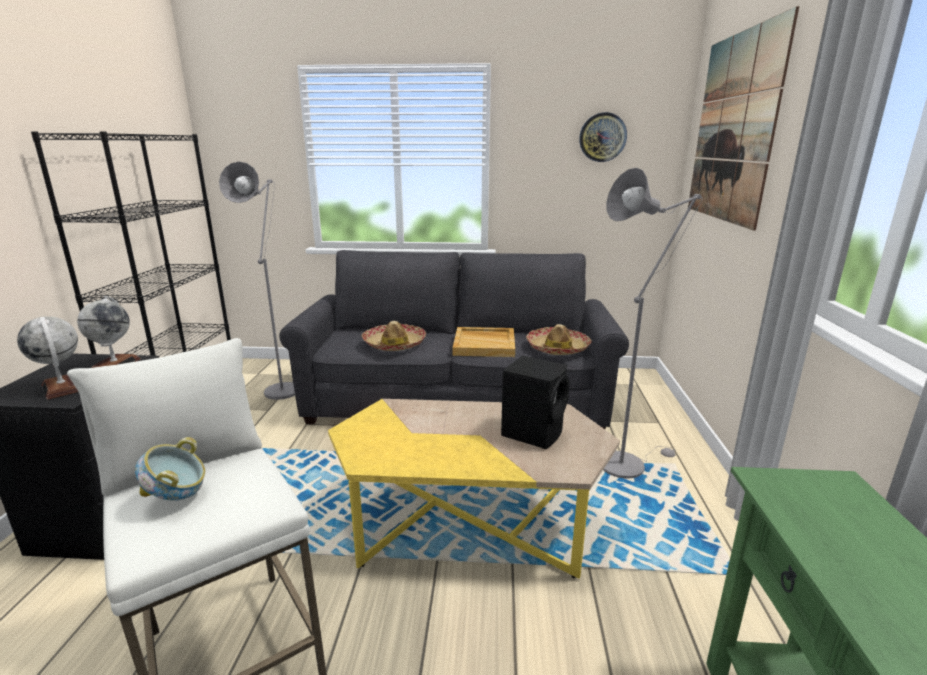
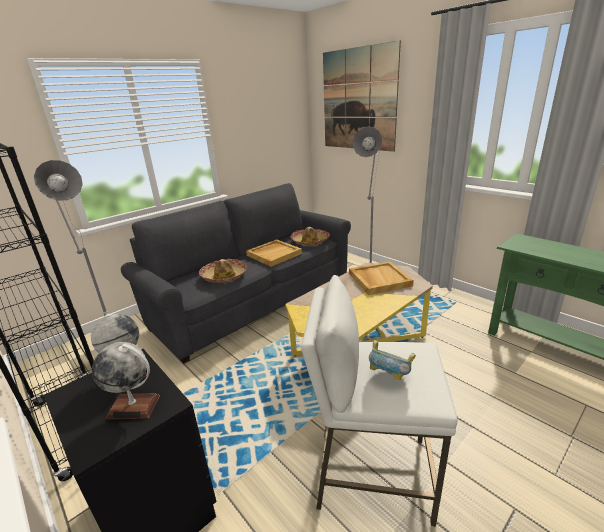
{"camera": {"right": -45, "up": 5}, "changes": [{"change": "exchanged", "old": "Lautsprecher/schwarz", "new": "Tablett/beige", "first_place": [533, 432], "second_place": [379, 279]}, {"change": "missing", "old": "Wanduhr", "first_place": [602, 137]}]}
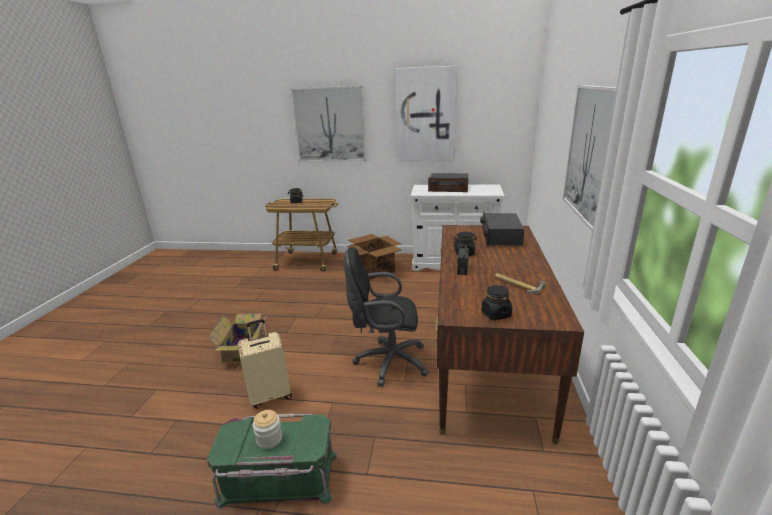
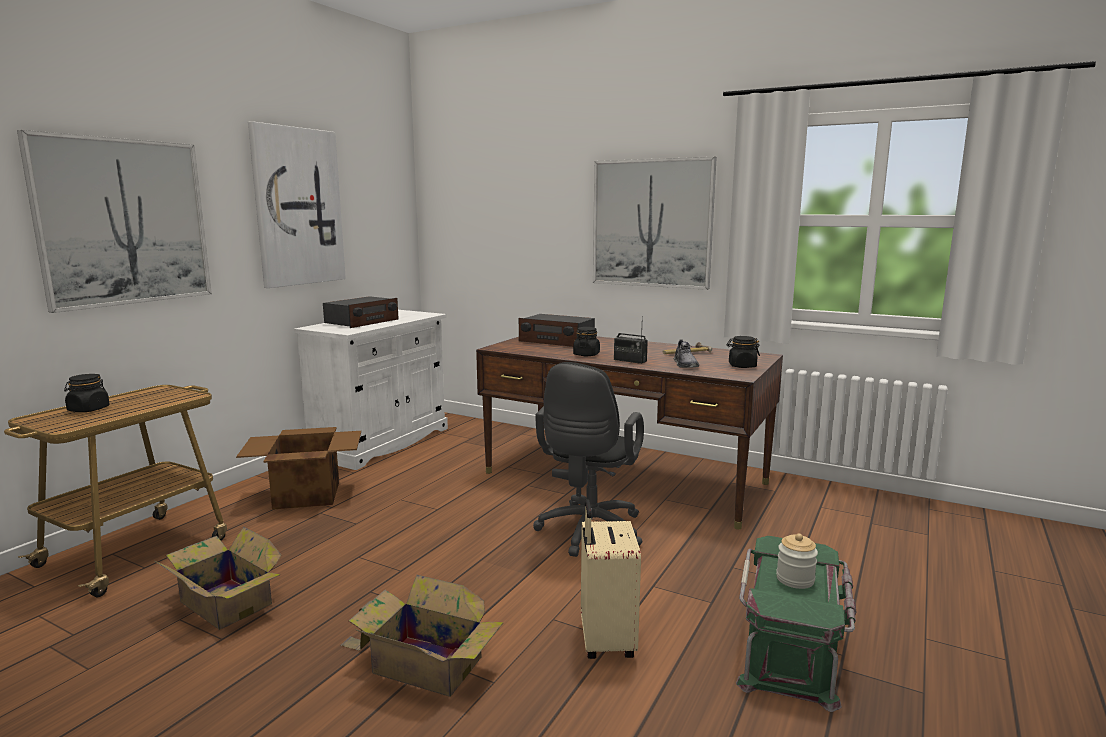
{"camera": {"right": -70, "up": -10}, "changes": [{"change": "appeared", "new": "Karton", "second_place": [225, 601]}, {"change": "appeared", "new": "Schuh/grau", "second_place": [685, 364]}]}
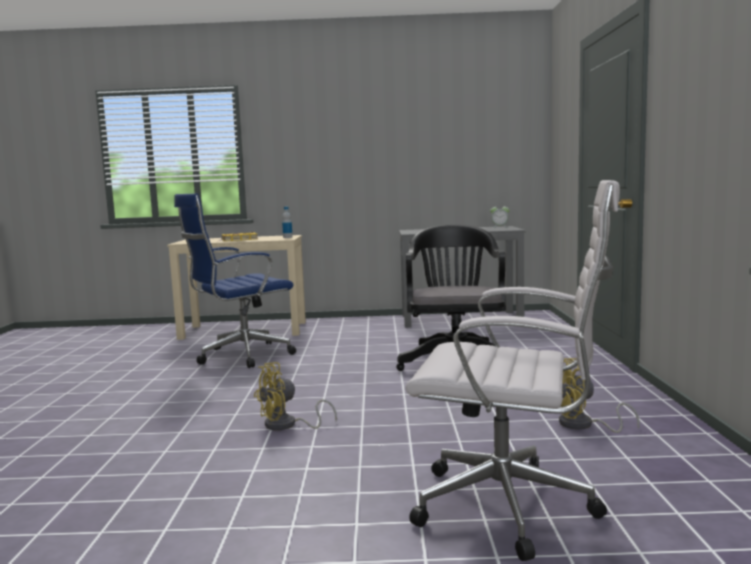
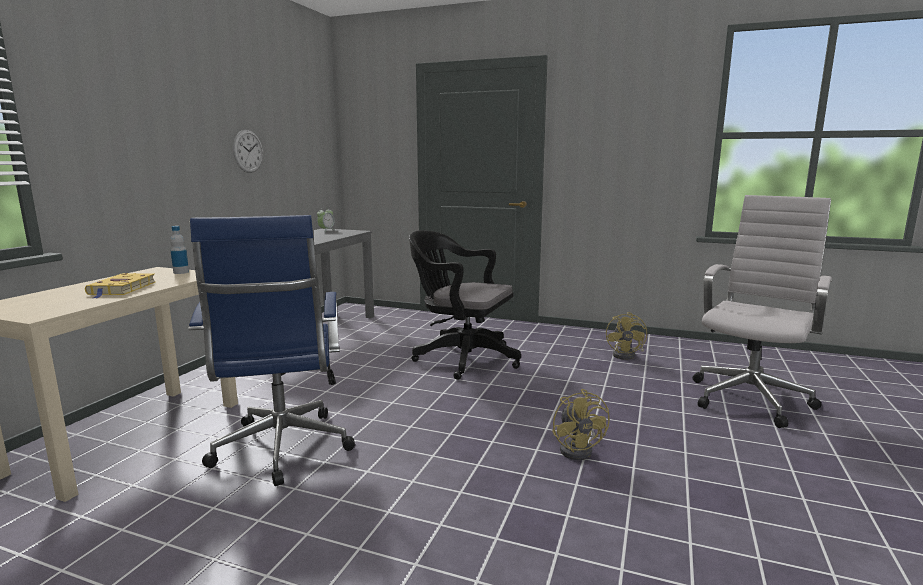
{"camera": {"right": -70, "up": 5}, "changes": [{"change": "appeared", "new": "Wanduhr", "second_place": [248, 151]}]}
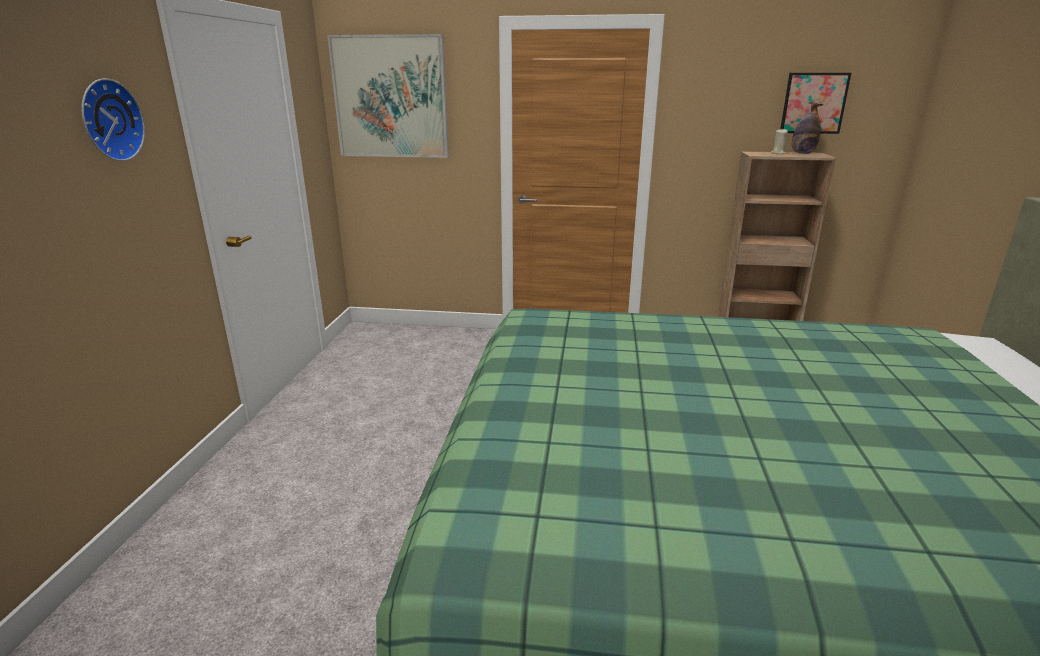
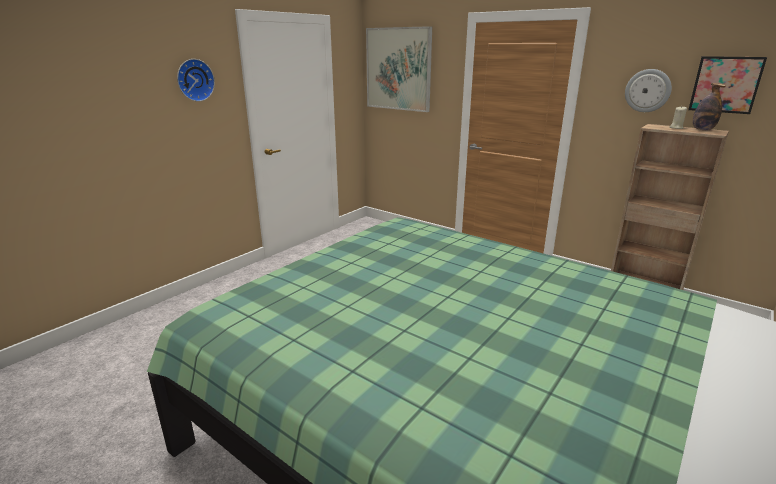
{"camera": {"right": 30, "up": 0}, "changes": [{"change": "appeared", "new": "Wanduhr", "second_place": [647, 90]}]}
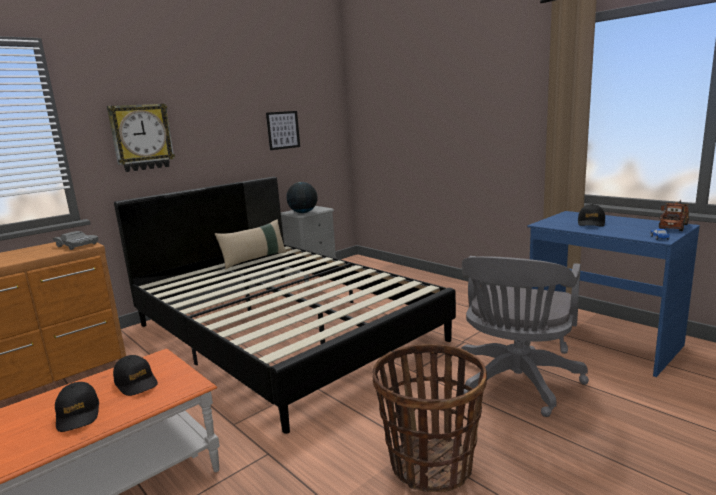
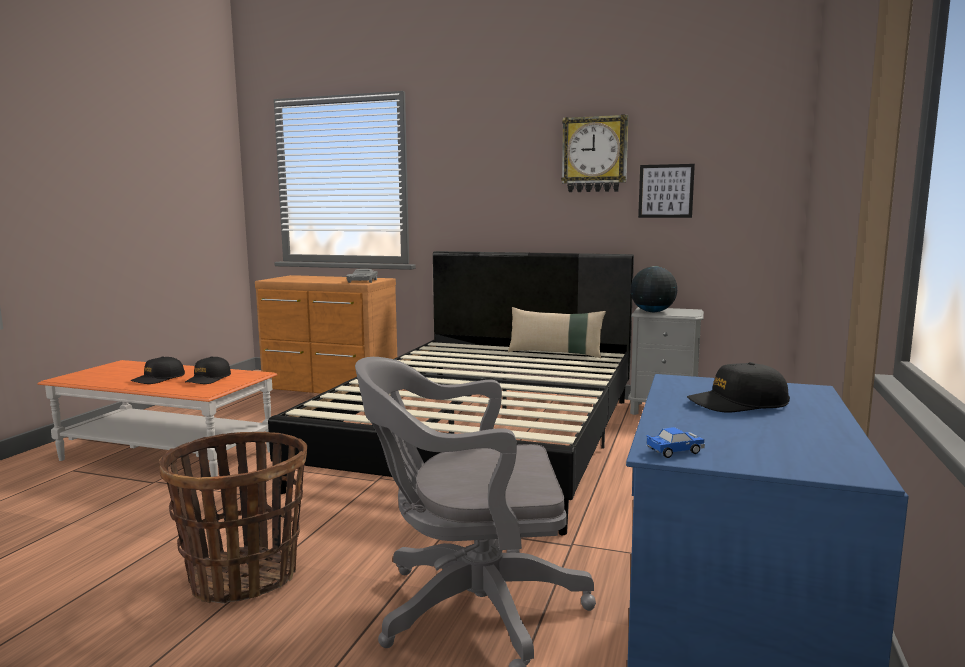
{"camera": {"right": 60, "up": -5}, "changes": [{"change": "relocated", "old": "Wanduhr", "first_place": [141, 137], "second_place": [594, 154]}, {"change": "missing", "old": "Spielzeuglaster", "first_place": [674, 226]}]}
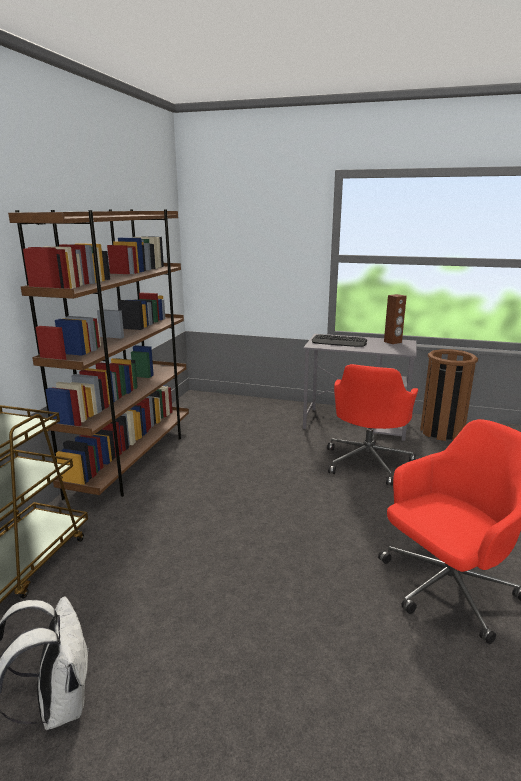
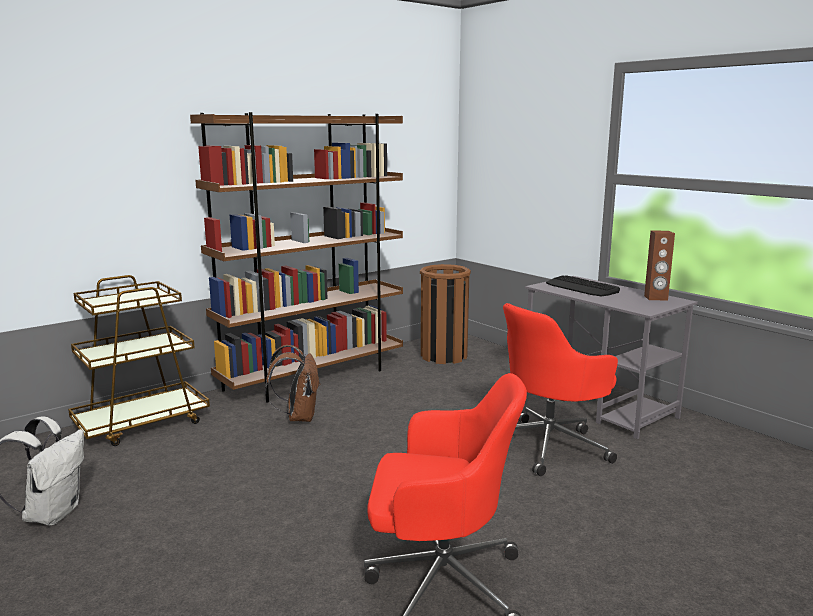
{"camera": {"right": 35, "up": -5}, "changes": [{"change": "relocated", "old": "Mülleimer/braun", "first_place": [442, 431], "second_place": [444, 356]}, {"change": "appeared", "new": "Rucksack/braun", "second_place": [298, 417]}]}
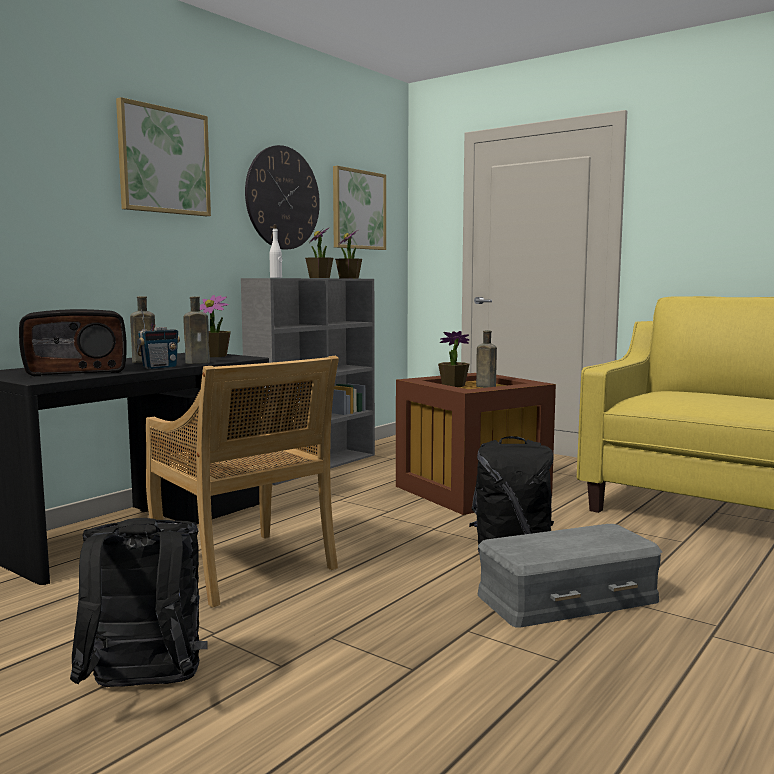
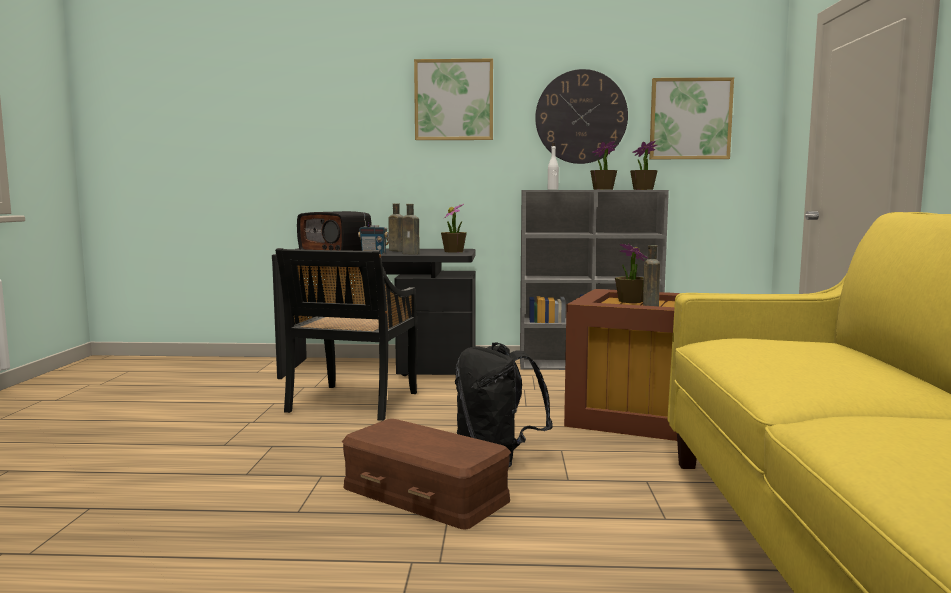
{"camera": {"right": 55, "up": 0}, "changes": [{"change": "missing", "old": "Rucksack/schwarz", "first_place": [144, 689]}, {"change": "colour", "old": "Stuhl/beige", "new": "Stuhl/schwarz", "first_place": [245, 568], "second_place": [353, 403]}, {"change": "colour", "old": "Aufbewahrungsbox/grau", "new": "Aufbewahrungsbox/braun", "first_place": [566, 597], "second_place": [426, 493]}]}
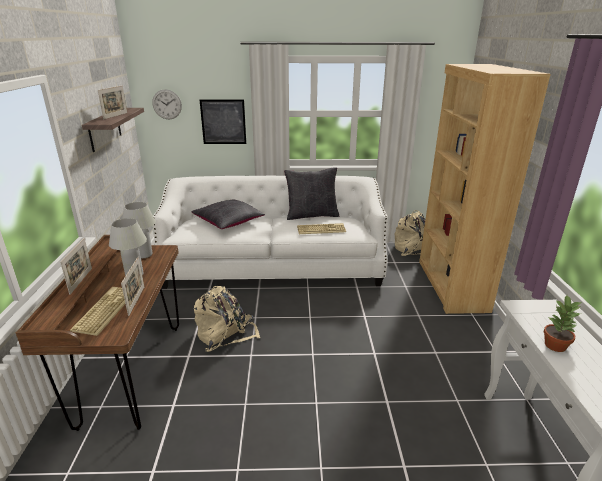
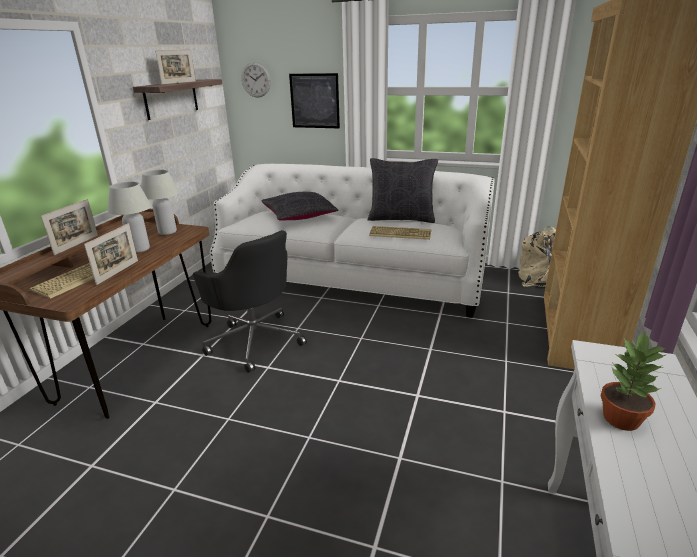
{"camera": {"right": 20, "up": 0}, "changes": [{"change": "exchanged", "old": "Rucksack/beige", "new": "Bürostuhl/schwarz", "first_place": [225, 334], "second_place": [254, 340]}]}
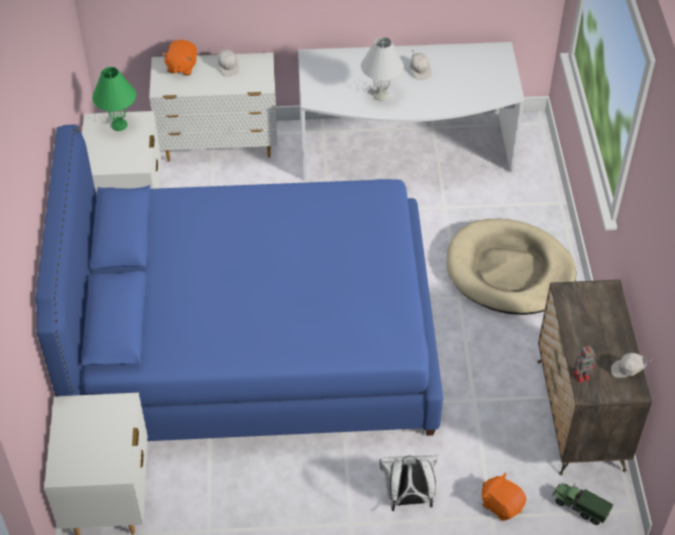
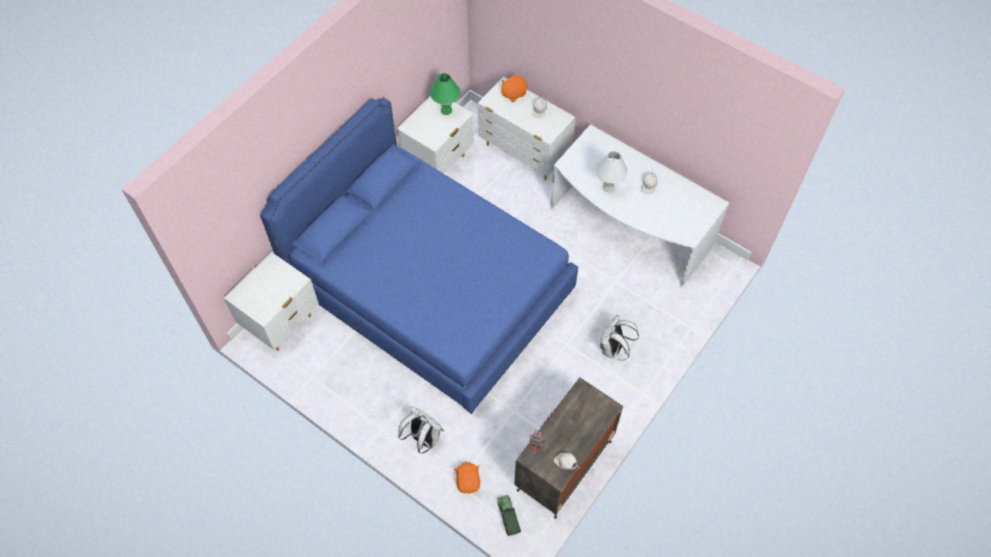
{"camera": {"right": 40, "up": 10}, "changes": [{"change": "exchanged", "old": "Hundebett/beige", "new": "Rucksack/weiß", "first_place": [509, 271], "second_place": [613, 349]}]}
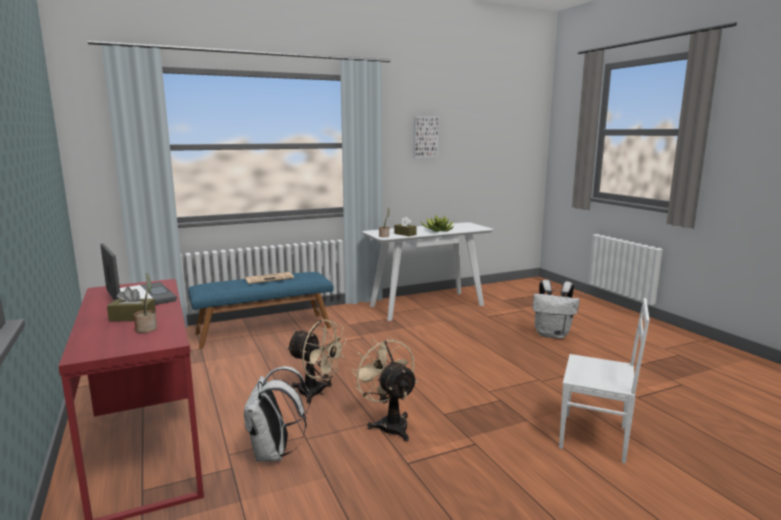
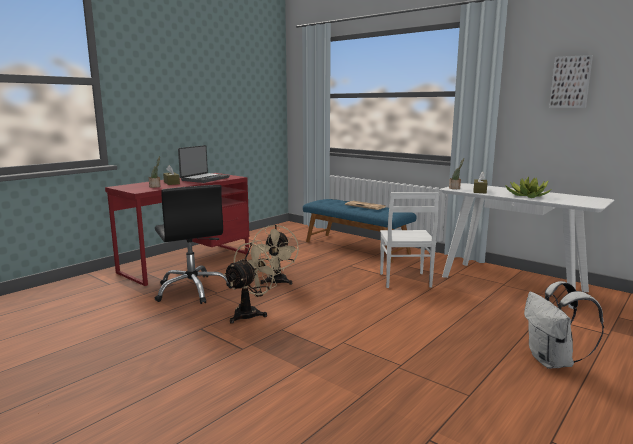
{"camera": {"right": 65, "up": 0}, "changes": [{"change": "exchanged", "old": "Rucksack/weiß", "new": "Bürostuhl/schwarz", "first_place": [274, 453], "second_place": [193, 290]}, {"change": "relocated", "old": "Stuhl/weiß", "first_place": [594, 438], "second_place": [404, 280]}]}
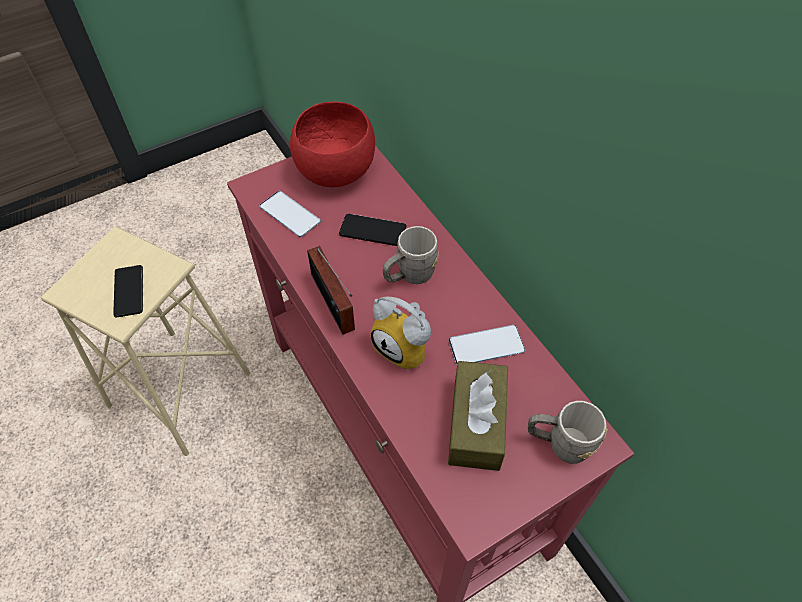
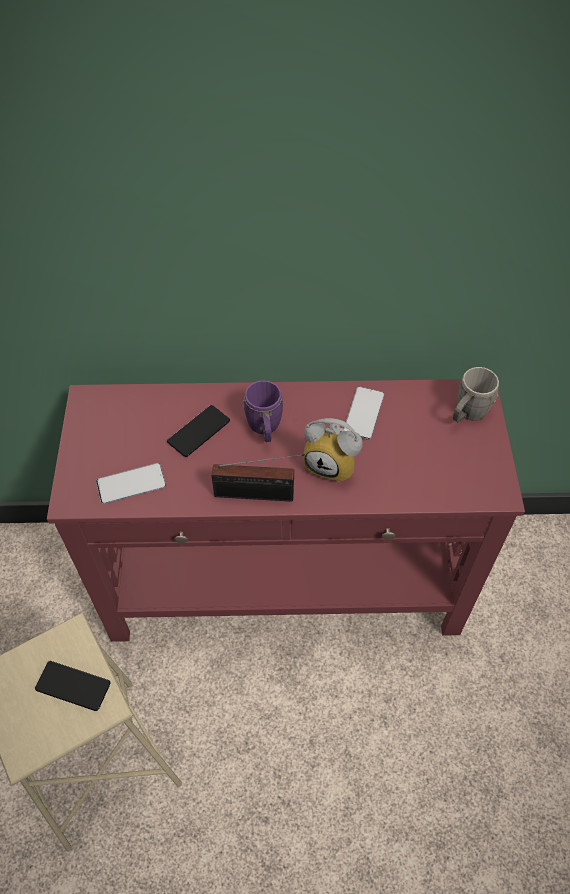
{"camera": {"right": -60, "up": 0}, "changes": [{"change": "missing", "old": "Schüssel/rot", "first_place": [336, 172]}, {"change": "spun", "old": "Wecker", "first_place": [406, 347], "second_place": [333, 463], "degrees": 45}, {"change": "colour", "old": "Henkelbecher/grau", "new": "Henkelbecher/lila", "first_place": [409, 275], "second_place": [265, 428]}, {"change": "missing", "old": "Taschentuchbox/braun", "first_place": [476, 423]}]}
